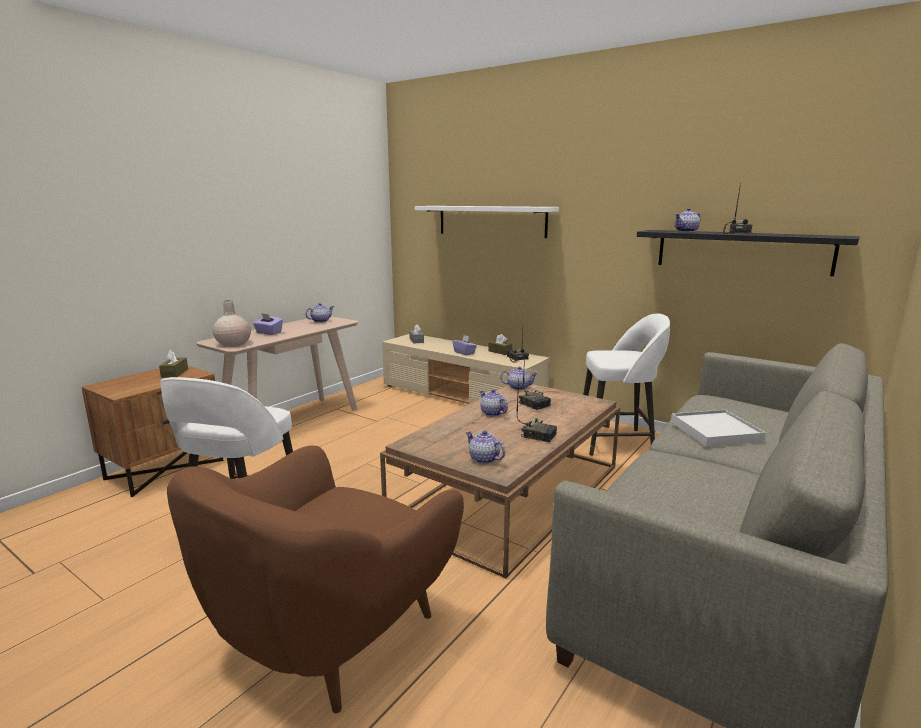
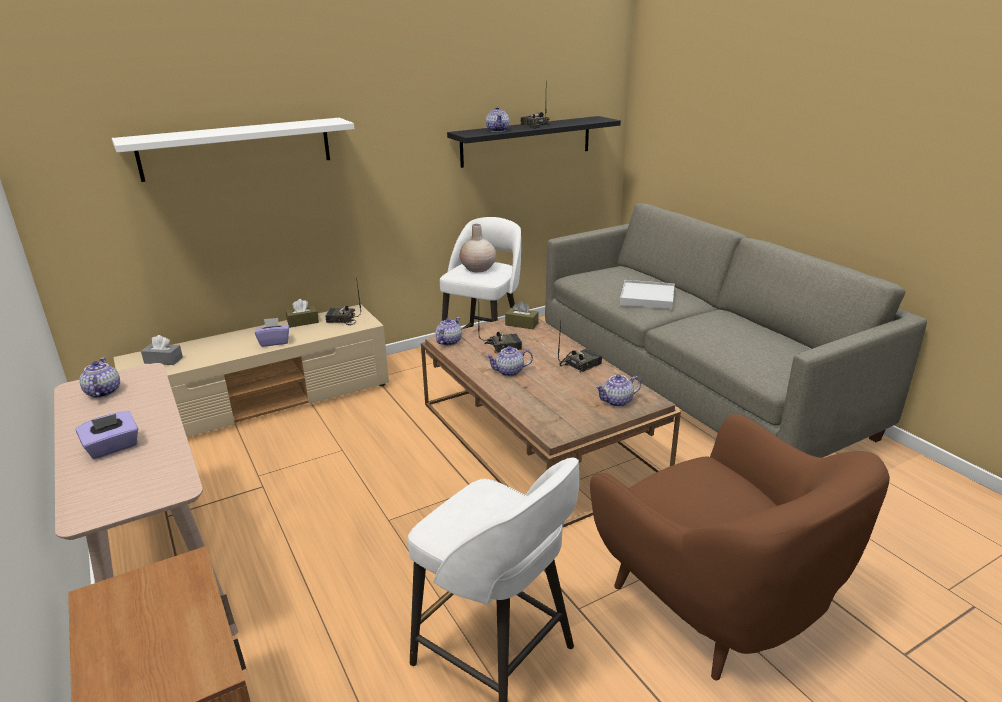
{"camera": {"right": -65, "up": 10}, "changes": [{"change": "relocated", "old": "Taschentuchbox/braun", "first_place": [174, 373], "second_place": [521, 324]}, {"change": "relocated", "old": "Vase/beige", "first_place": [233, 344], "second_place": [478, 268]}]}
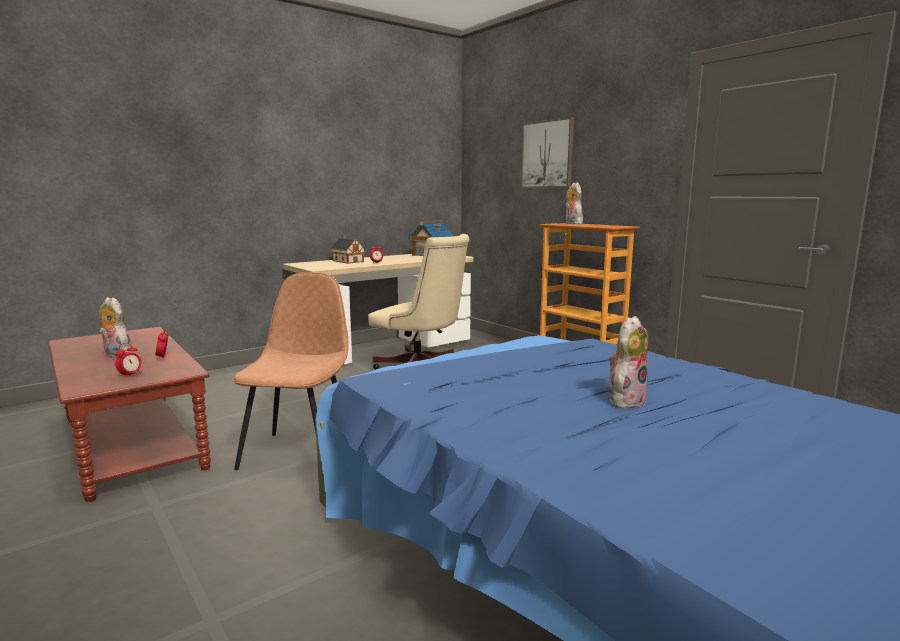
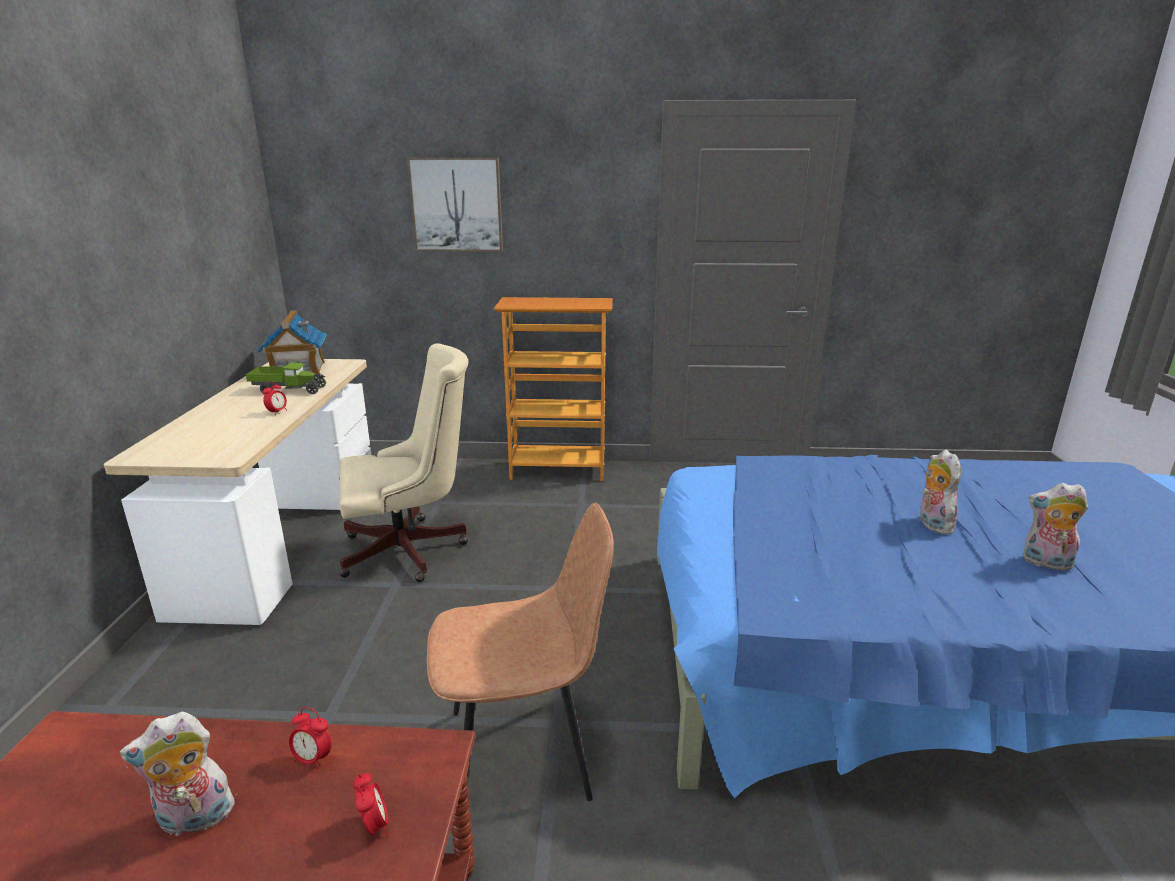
{"camera": {"right": -50, "up": 10}, "changes": [{"change": "spun", "old": "Stuhl/braun", "first_place": [300, 452], "second_place": [523, 753], "degrees": 120}, {"change": "missing", "old": "Spielzeughaus", "first_place": [347, 261]}, {"change": "relocated", "old": "Plüschtier", "first_place": [572, 224], "second_place": [1045, 563]}, {"change": "appeared", "new": "Spielzeuglaster", "second_place": [288, 390]}]}
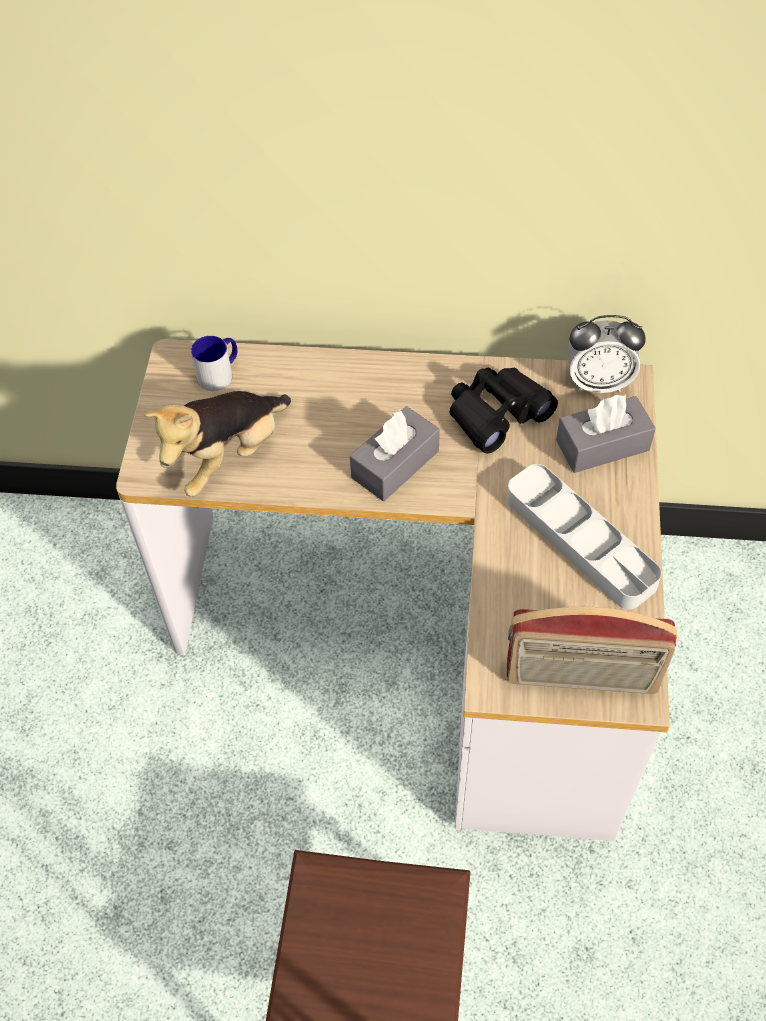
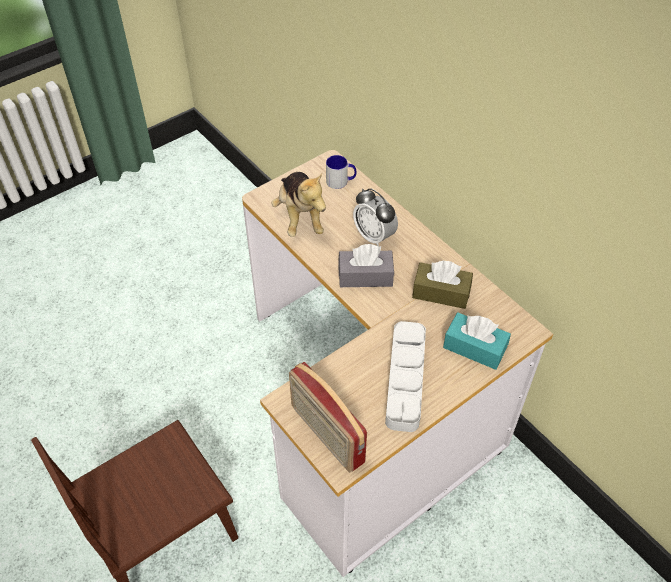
{"camera": {"right": 45, "up": -5}, "changes": [{"change": "spun", "old": "Plüschtier", "first_place": [227, 457], "second_place": [300, 217], "degrees": -105}, {"change": "exchanged", "old": "Fernglas/schwarz", "new": "Taschentuchbox/braun", "first_place": [496, 414], "second_place": [441, 293]}, {"change": "colour", "old": "Taschentuchbox/grau", "new": "Taschentuchbox/türkis", "first_place": [602, 445], "second_place": [474, 348]}, {"change": "relocated", "old": "Wecker", "first_place": [598, 382], "second_place": [374, 236]}]}
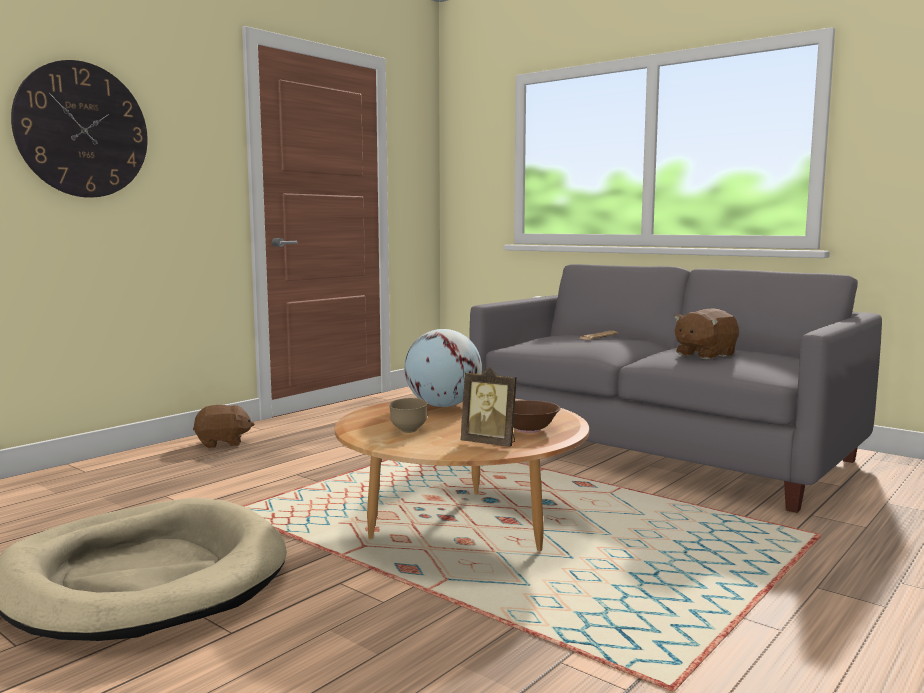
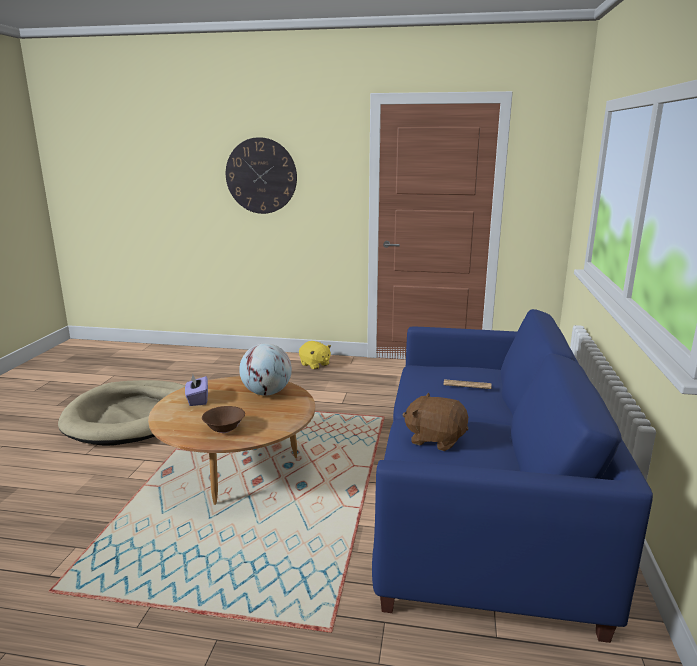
{"camera": {"right": 60, "up": 10}, "changes": [{"change": "colour", "old": "Plüschtier/braun", "new": "Plüschtier/gelb", "first_place": [223, 443], "second_place": [315, 364]}, {"change": "exchanged", "old": "Schüssel/braun", "new": "Taschentuchbox/lila", "first_place": [408, 431], "second_place": [197, 400]}, {"change": "missing", "old": "Bilderrahmen", "first_place": [490, 443]}, {"change": "colour", "old": "Sofa/grau", "new": "Sofa/blau", "first_place": [661, 451], "second_place": [482, 508]}]}
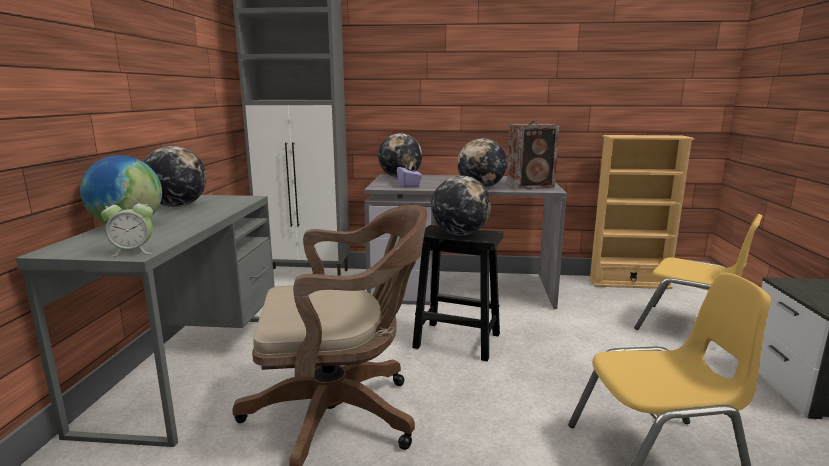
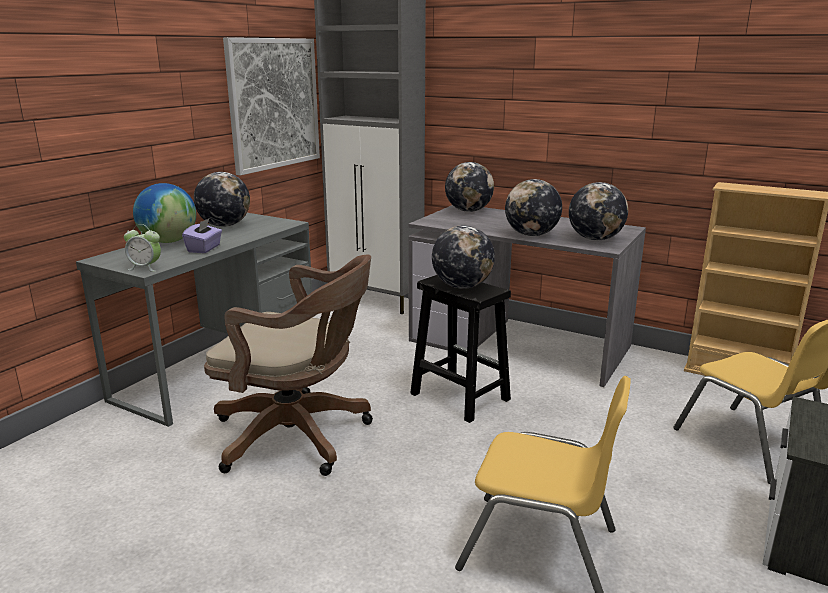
{"camera": {"right": 25, "up": 5}, "changes": [{"change": "relocated", "old": "Taschentuchbox/lila", "first_place": [409, 185], "second_place": [204, 249]}, {"change": "exchanged", "old": "Lautsprecher", "new": "Globus", "first_place": [531, 186], "second_place": [595, 239]}, {"change": "appeared", "new": "Bild", "second_place": [274, 104]}]}
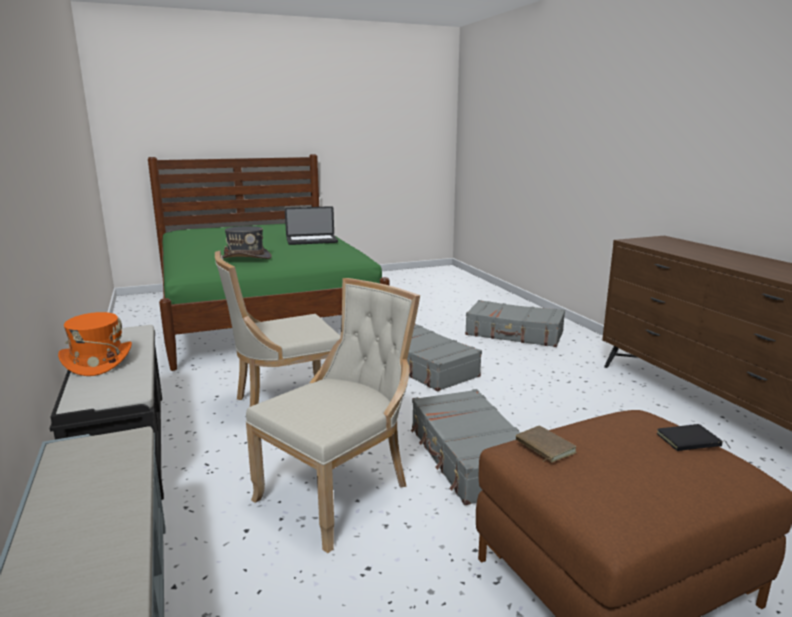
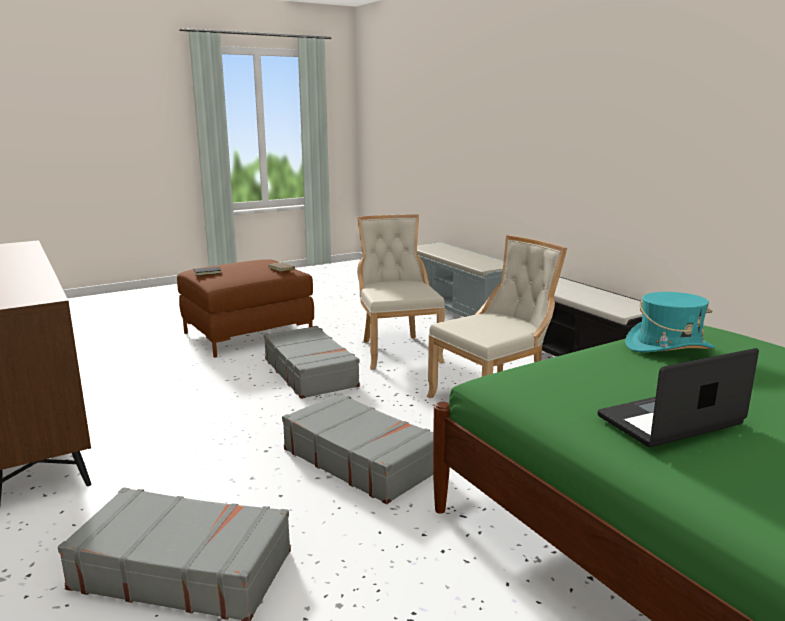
{"camera": {"right": 170, "up": 0}, "changes": [{"change": "missing", "old": "Hut/orange", "first_place": [97, 361]}, {"change": "colour", "old": "Hut/grau", "new": "Hut/türkis", "first_place": [246, 258], "second_place": [668, 347]}, {"change": "spun", "old": "Stuhl/beige", "first_place": [340, 493], "second_place": [397, 351], "degrees": 135}]}
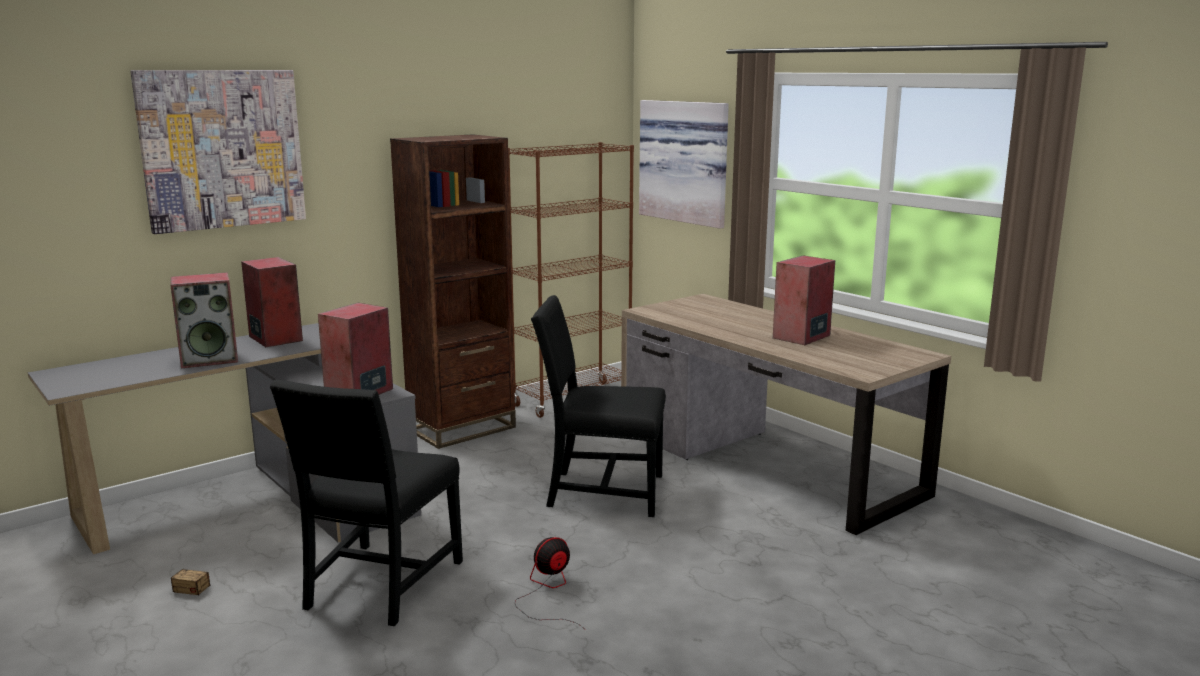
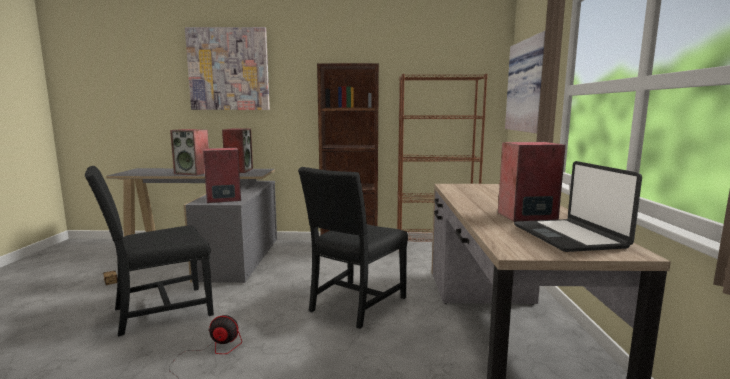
{"camera": {"right": 40, "up": -5}, "changes": [{"change": "spun", "old": "Stuhl/schwarz", "first_place": [601, 492], "second_place": [355, 304], "degrees": -105}, {"change": "appeared", "new": "Laptop", "second_place": [569, 236]}]}
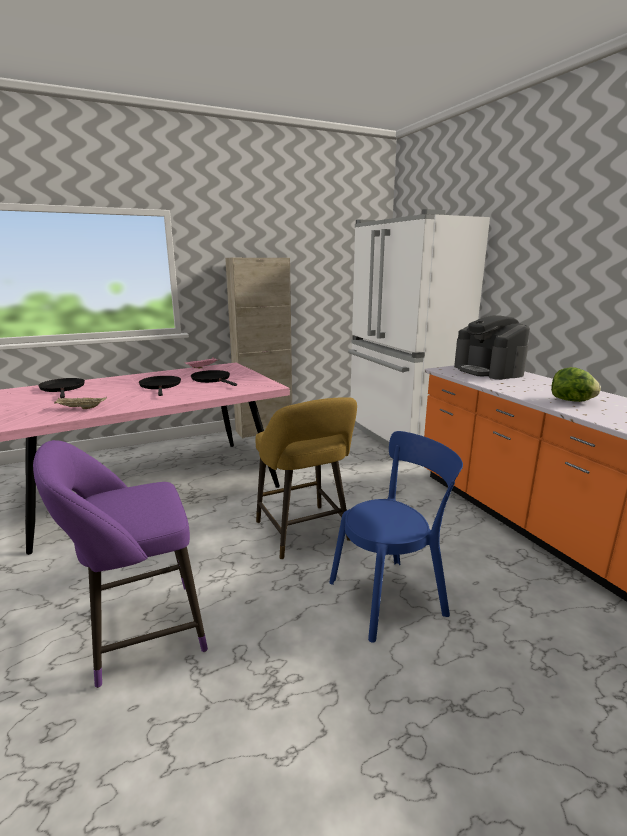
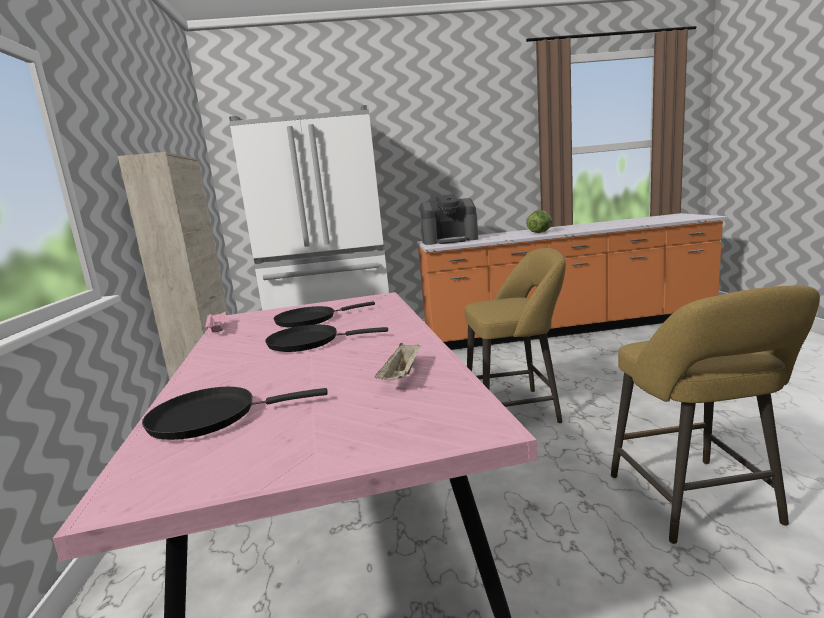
{"camera": {"right": -70, "up": -5}, "changes": [{"change": "colour", "old": "Hocker/lila", "new": "Hocker/gelb", "first_place": [139, 634], "second_place": [697, 504]}, {"change": "missing", "old": "Stuhl/blau", "first_place": [391, 596]}]}
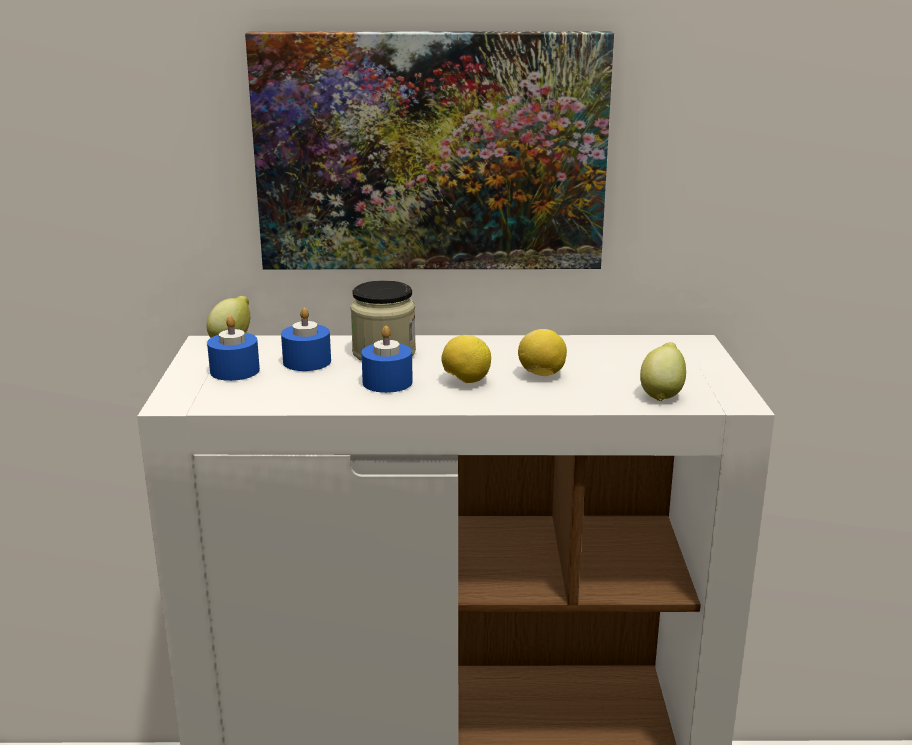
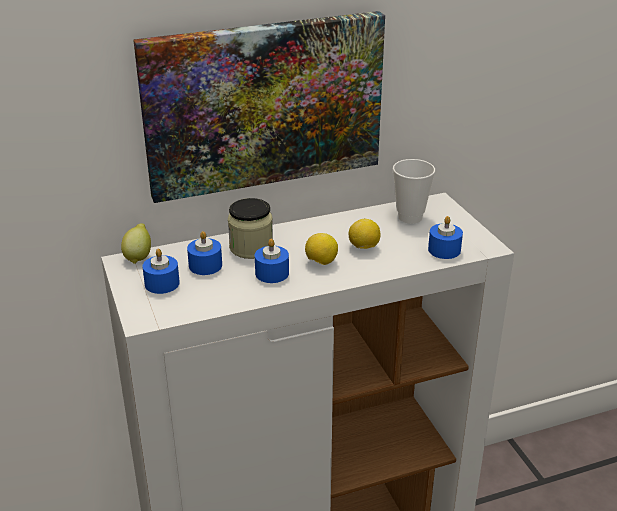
{"camera": {"right": -20, "up": 10}, "changes": [{"change": "exchanged", "old": "Zitrone", "new": "Kerze/blau", "first_place": [662, 394], "second_place": [444, 250]}, {"change": "appeared", "new": "Tasse", "second_place": [410, 217]}]}
